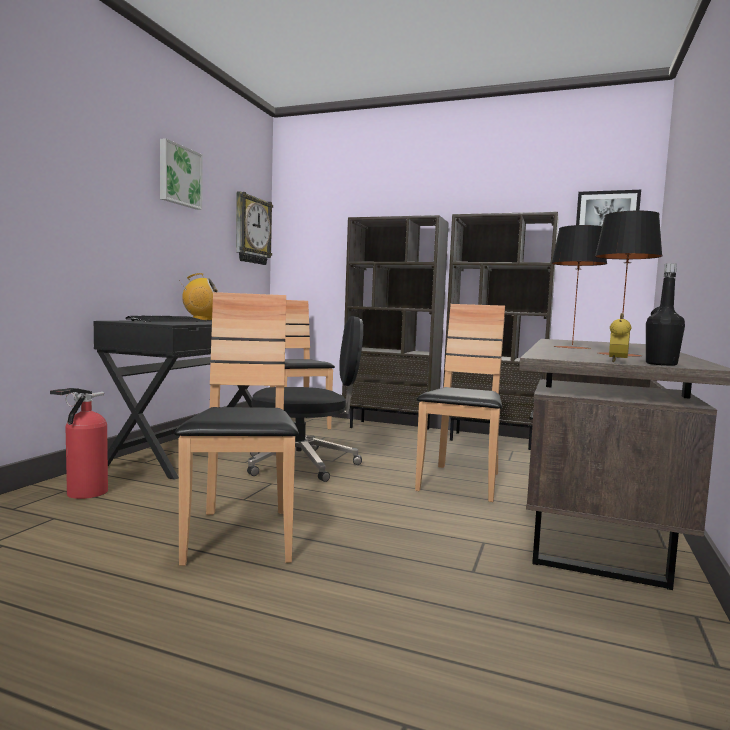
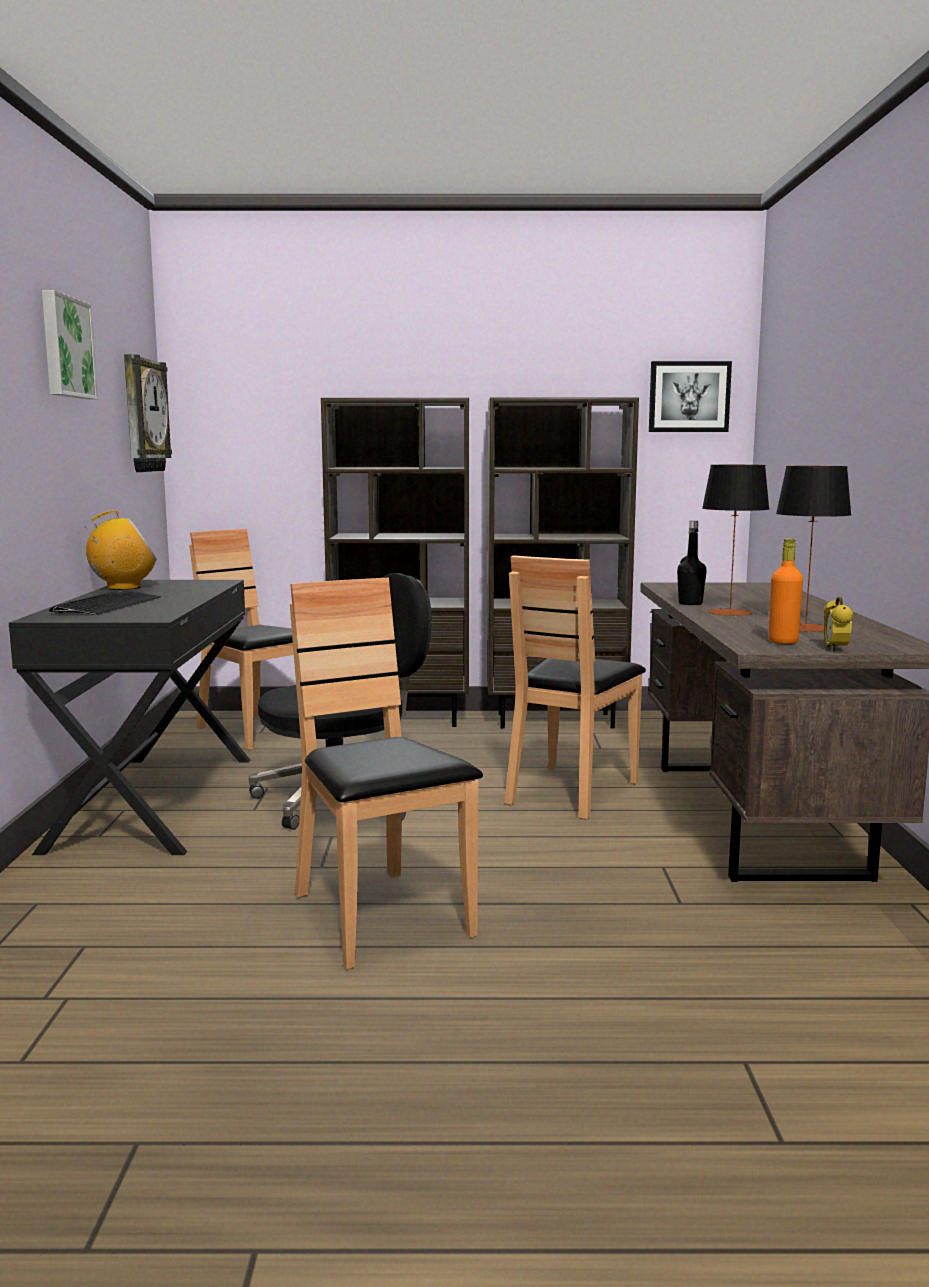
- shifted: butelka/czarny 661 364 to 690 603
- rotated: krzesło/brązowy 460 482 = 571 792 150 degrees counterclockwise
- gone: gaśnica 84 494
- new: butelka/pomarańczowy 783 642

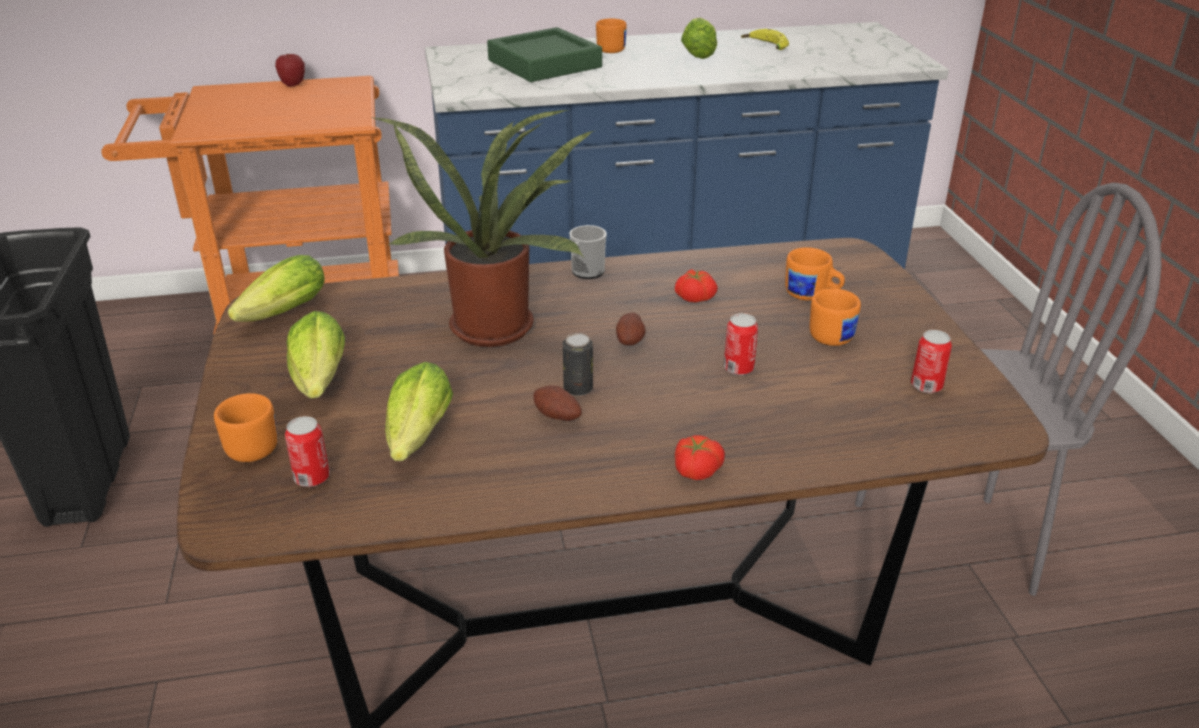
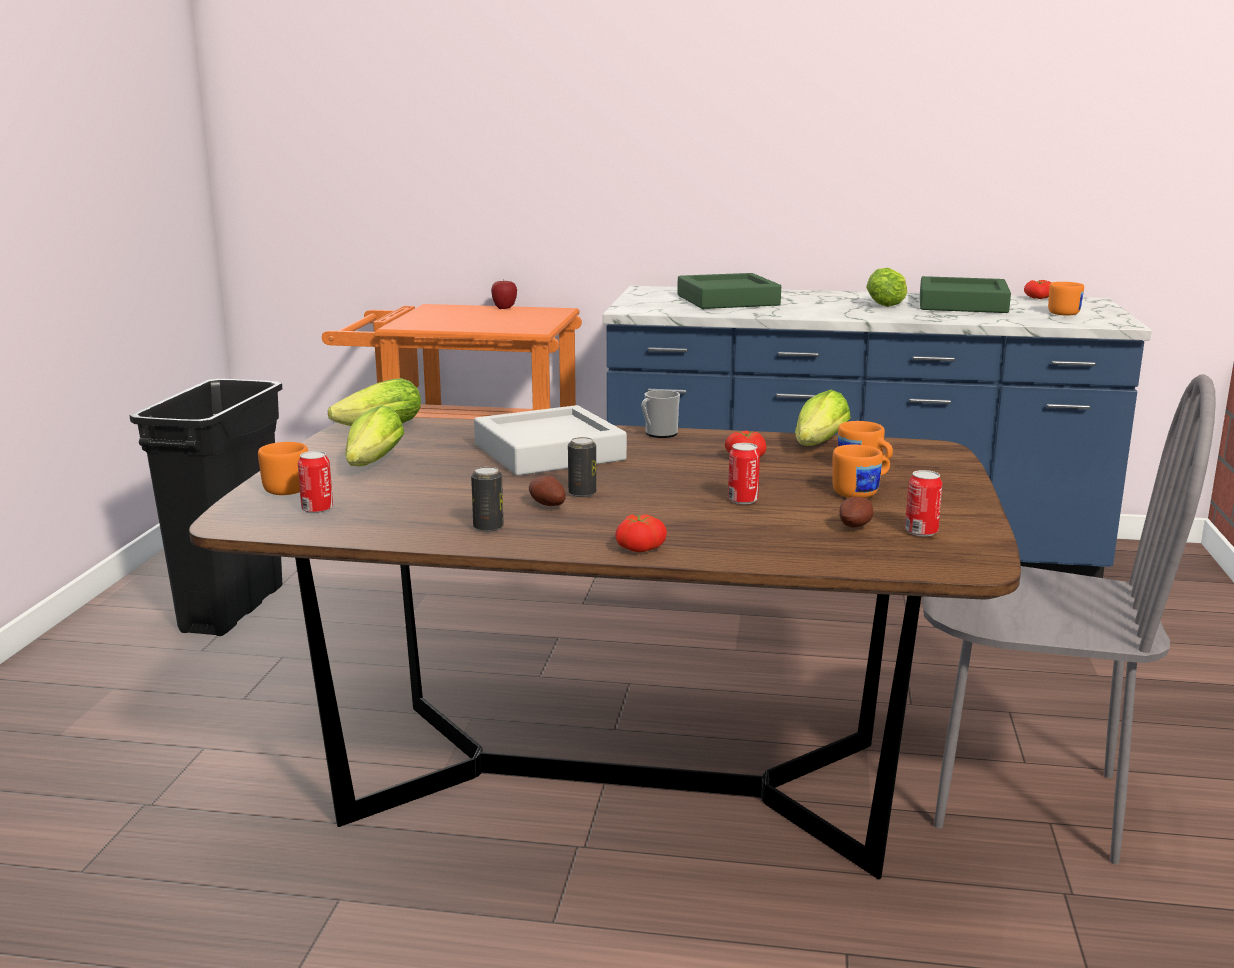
- shifted: kubek/pomarańczowy 610 49 to 1063 313
- swapped: banan 765 47 to taca/zielony 962 304
- swapped: roślina doniczkowa 497 324 to taca/szary 549 452
- shifted: ziemniak 630 341 to 856 526
- shifted: sałata 416 440 to 817 446
- new: pomidor 1038 299
- new: puszka 488 527

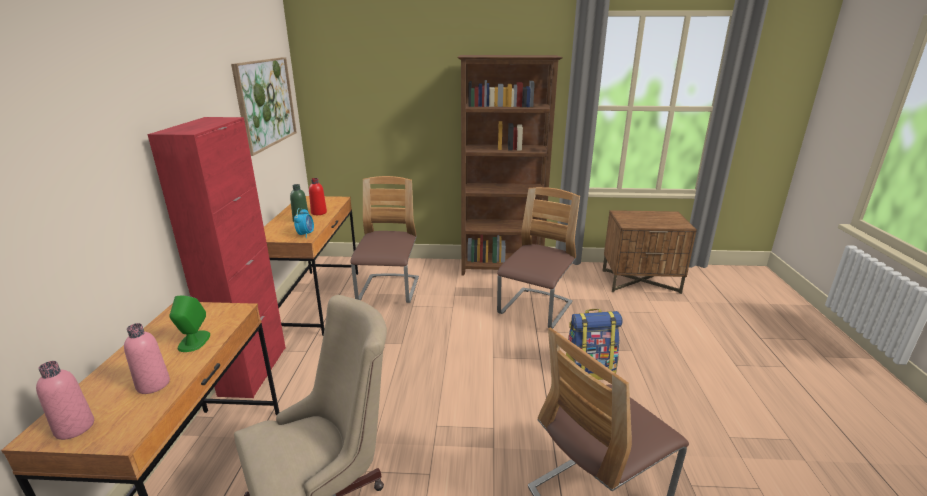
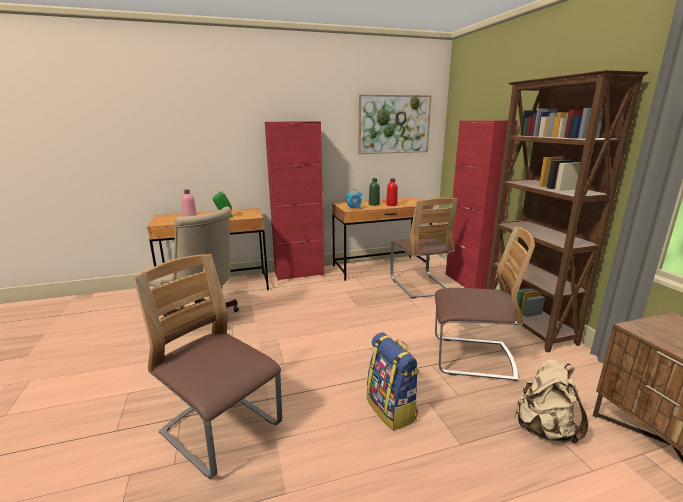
- rotated: krzesło 389 290 = 419 285 90 degrees clockwise
- gone: butelka/różowy 74 427
- new: szafka/czerwony 468 282
- new: plecak/beżowy 544 429

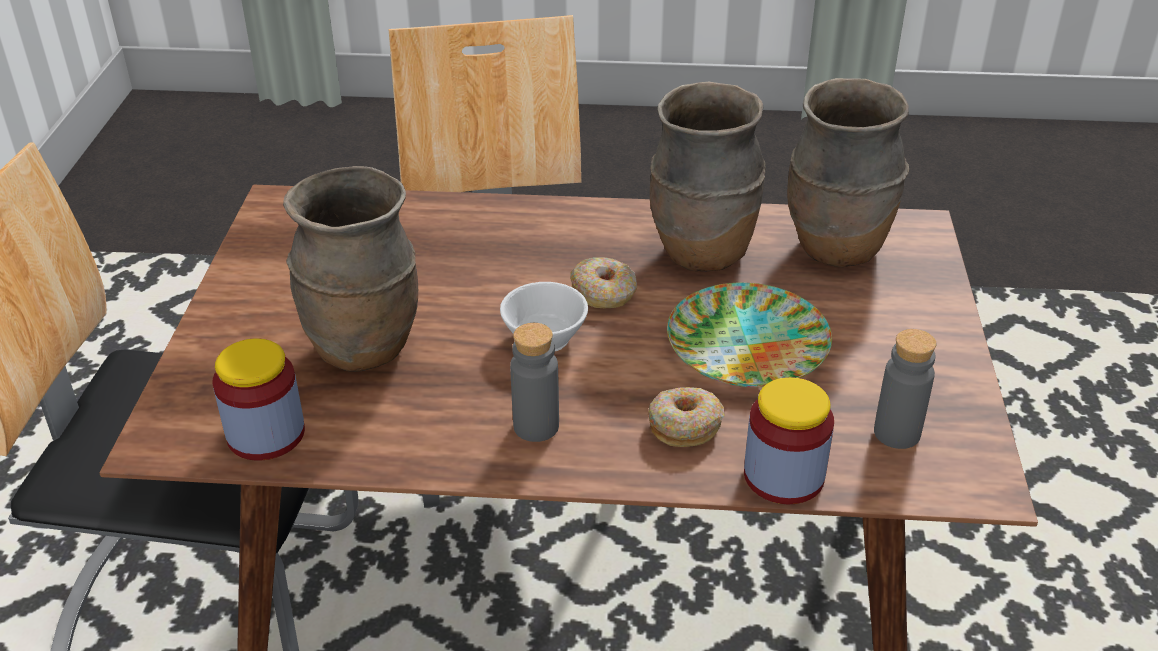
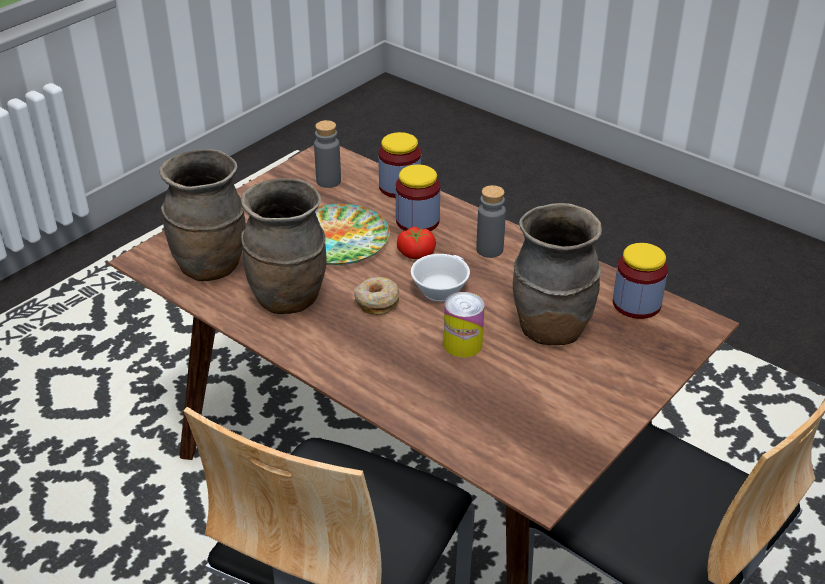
- swapped: donut 684 425 to słoik 417 221
- new: pomidor 416 253
- new: puszka 463 344

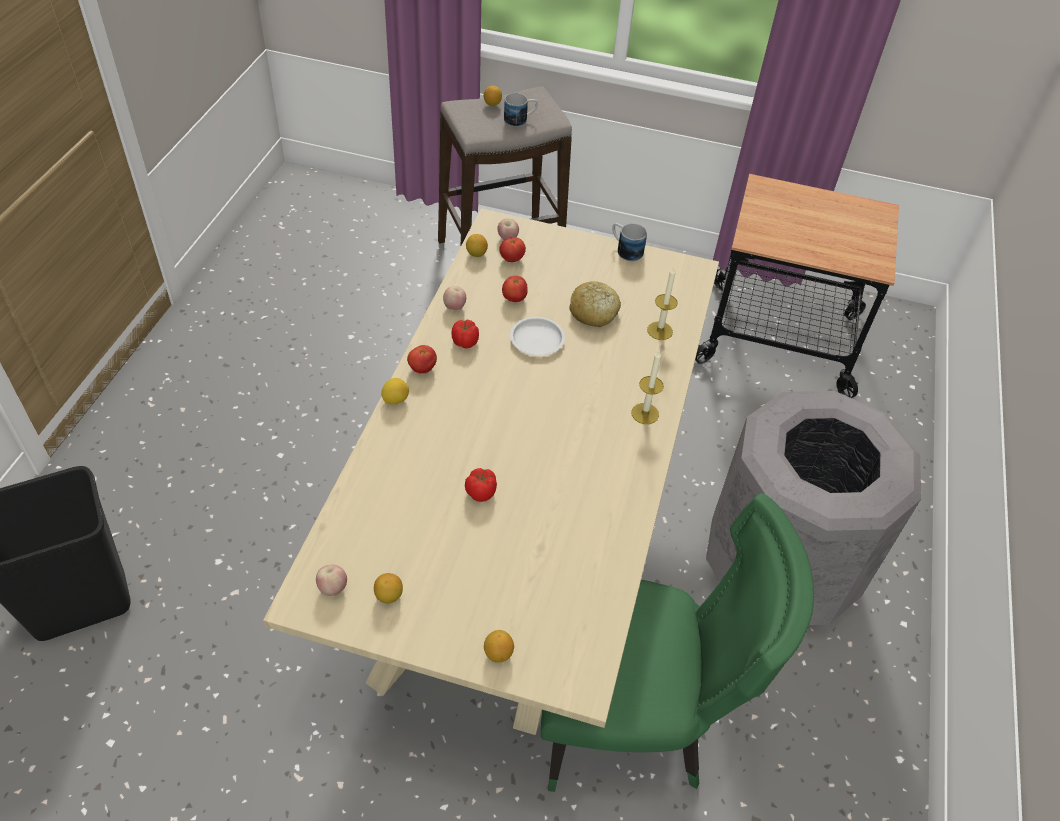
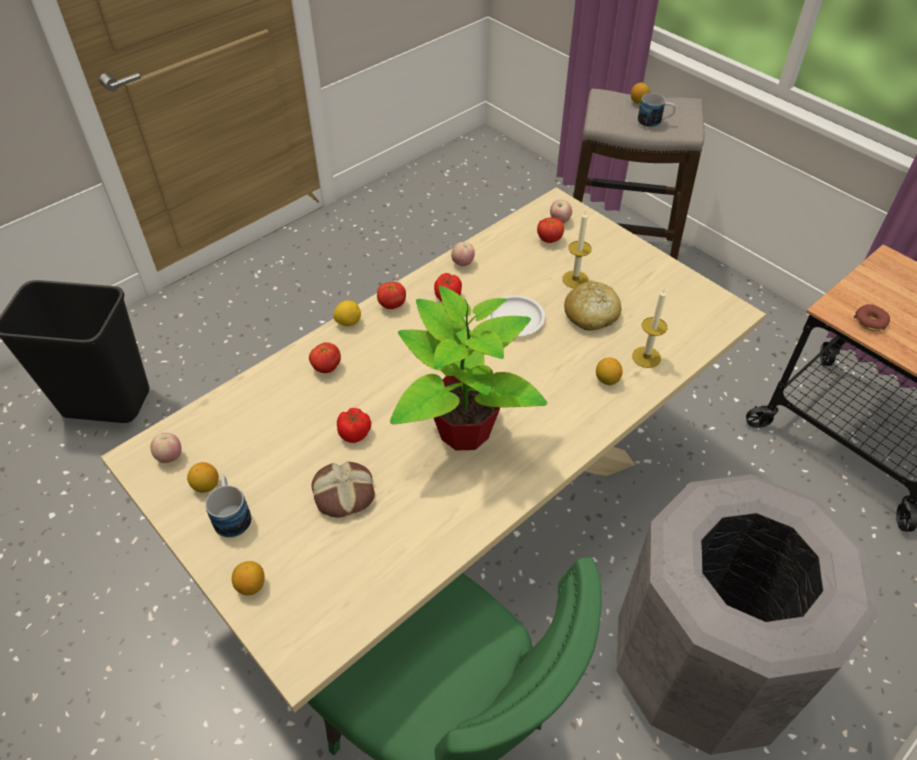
- shifted: kubek 625 250 to 232 514
- shifted: cytryna 476 254 to 607 380
- shifted: pomidor 514 298 to 326 367
- shifted: świeca 645 413 to 575 279
- new: roślina doniczkowa 462 430
- new: donut 870 322
- new: chleb 343 495

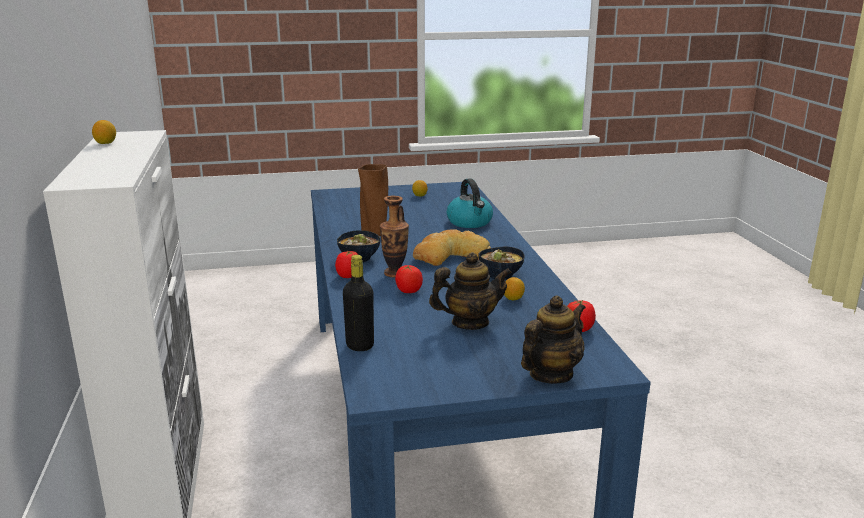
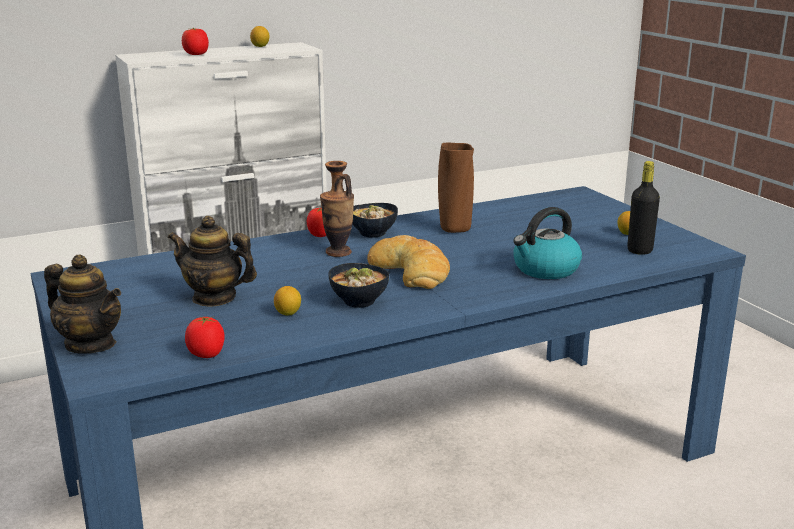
- rotated: imbryk 470 323 = 214 298 135 degrees clockwise
- shifted: butelka/czarny 360 345 to 639 250
- shifted: pomidor 408 291 to 196 54

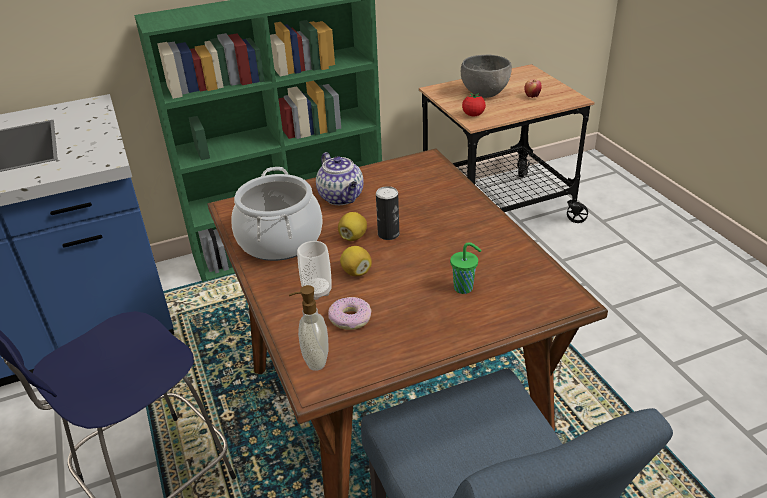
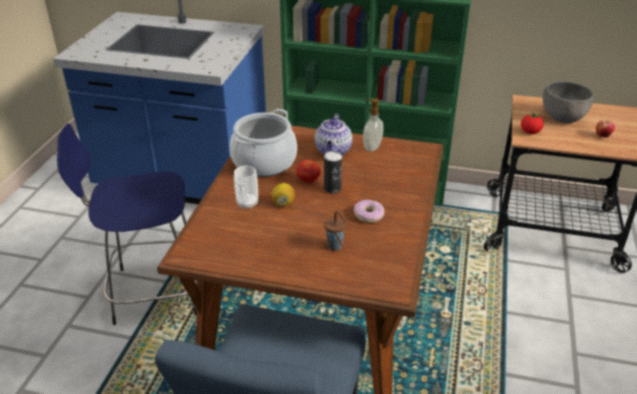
- swapped: cytryna 353 237 to pomidor 308 180
- repainted: filiżanka/zielony 464 288 to filiżanka/brązowy 335 246
- shifted: dozownik mydła 314 360 to 371 147
- shifted: donut 350 318 to 368 215

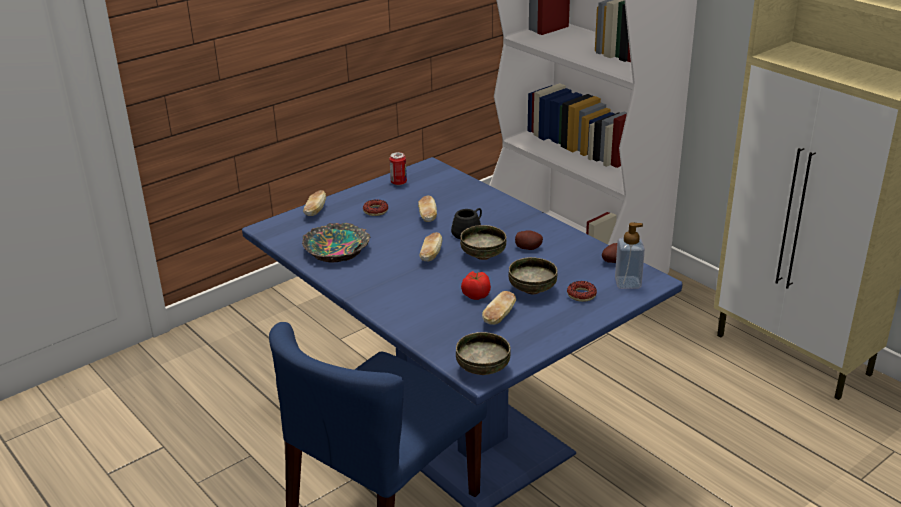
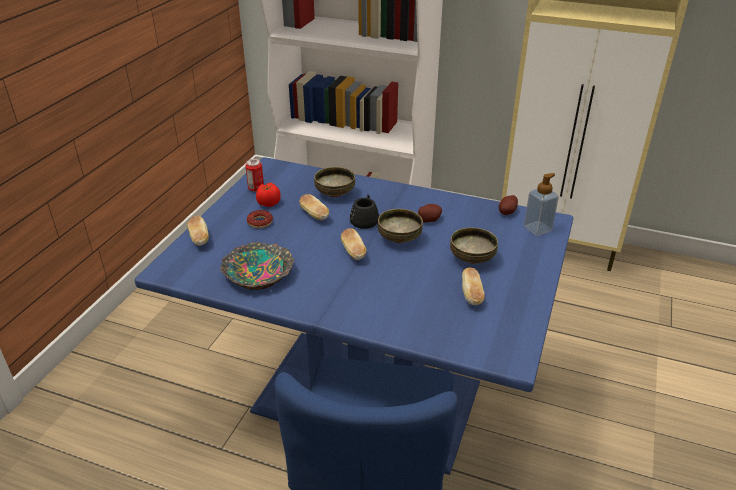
- shifted: pomidor 475 295 to 268 203
- gone: donut 581 295
- shifted: miska 482 369 to 334 194

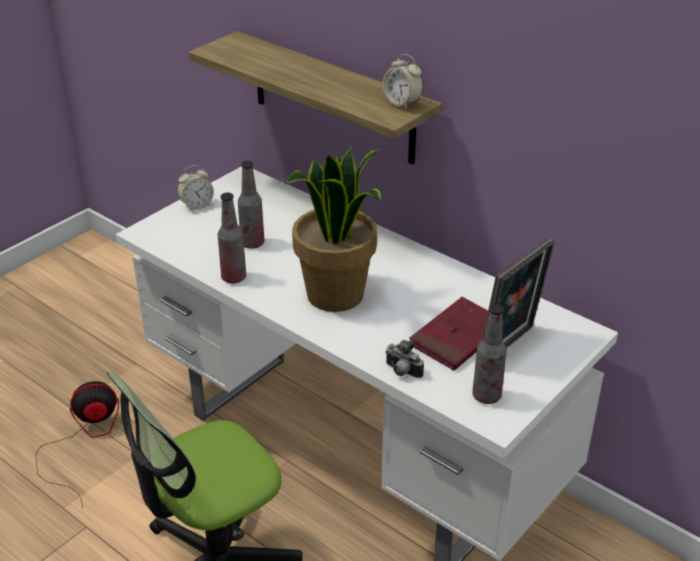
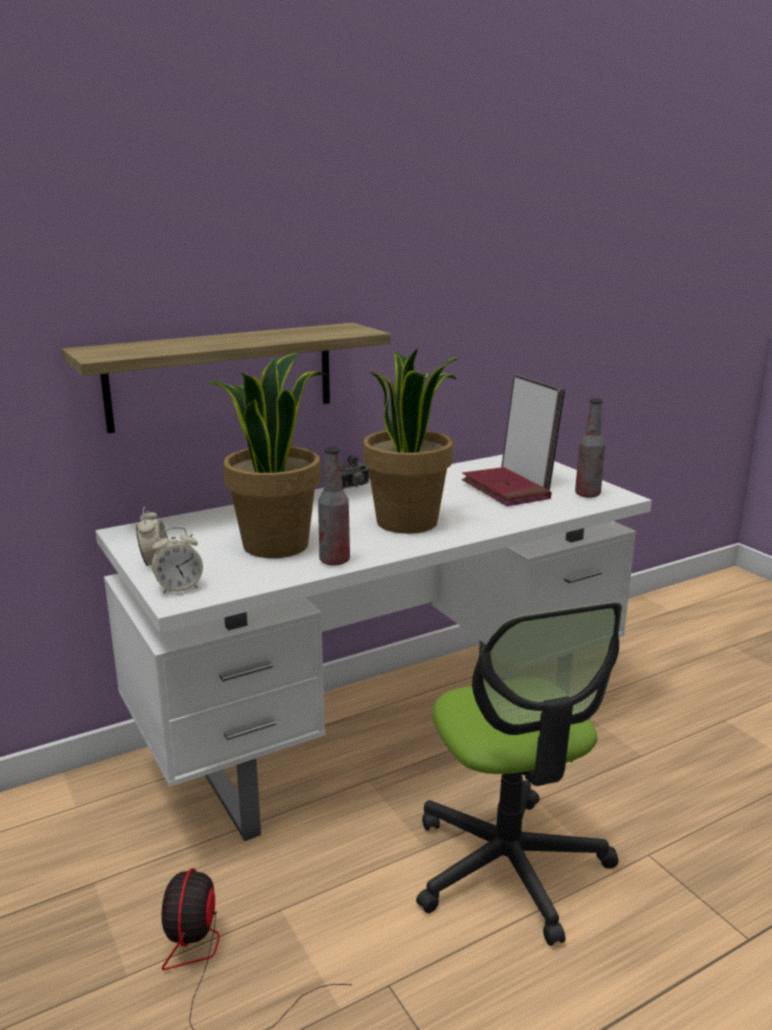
- shifted: budzik 402 103 to 179 588
- swapped: butelka 252 243 to roślina doniczkowa 275 544
- shifted: aparat fotograficzny 402 372 to 354 487

